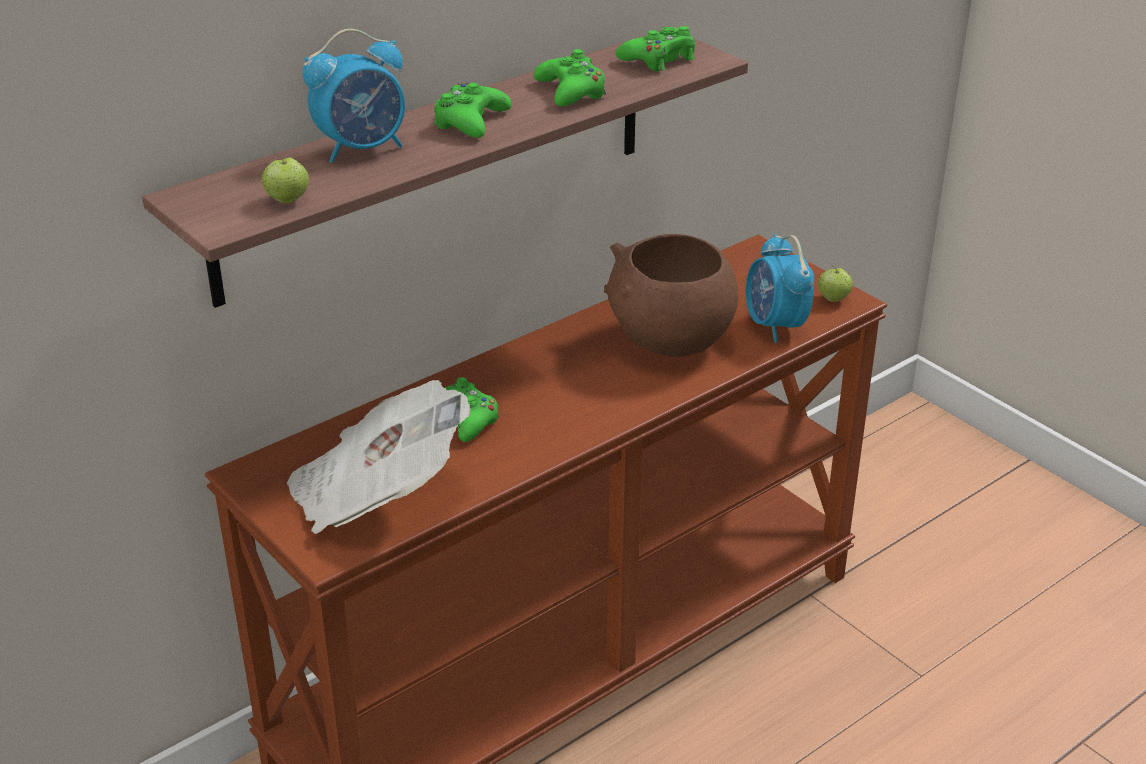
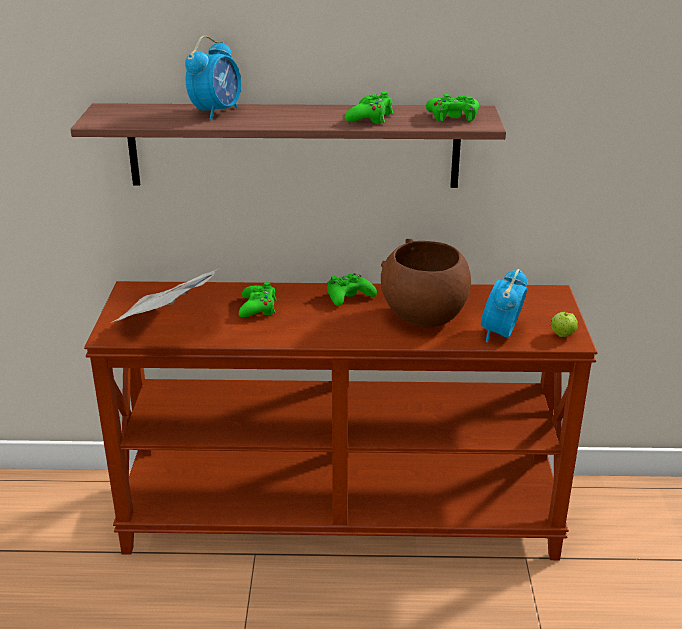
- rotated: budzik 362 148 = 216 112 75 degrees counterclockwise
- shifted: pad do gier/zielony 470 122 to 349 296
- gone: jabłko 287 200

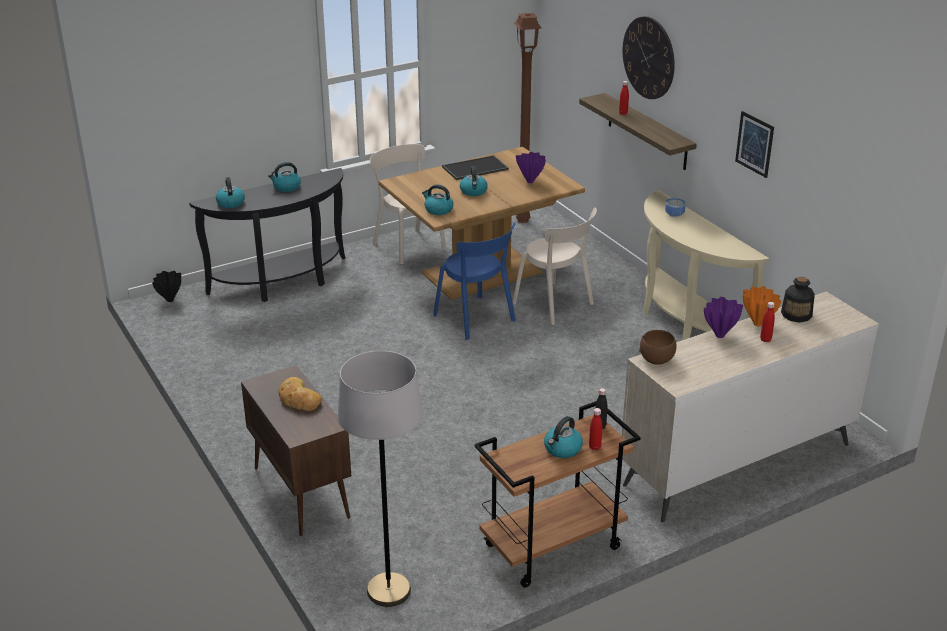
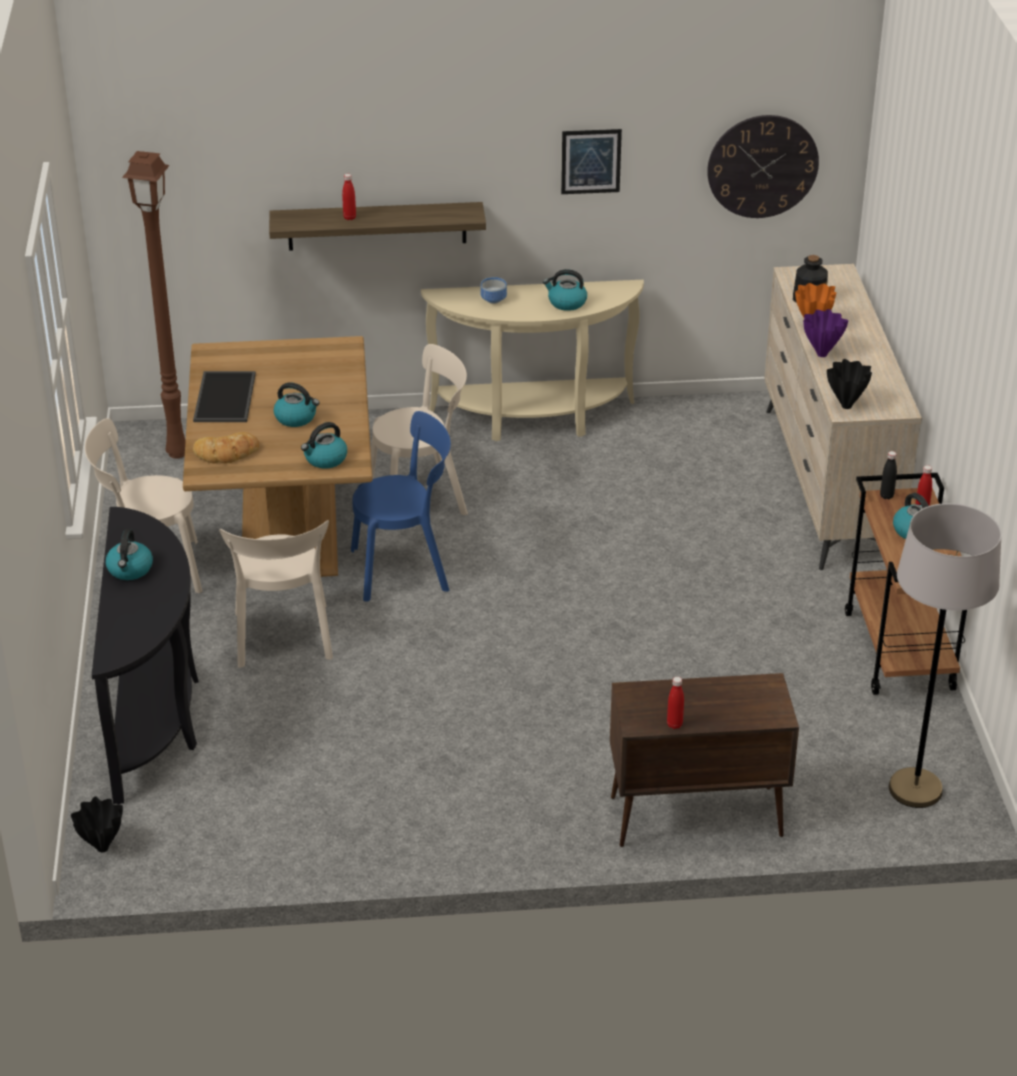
- shifted: zegar ścienny 648 57 to 762 166
- gone: wazon/fioletowy 530 181
- shifted: czajnik 230 202 to 566 303
- shifted: butelka/czerwony 765 339 to 674 724
- swapped: miska/brązowy 657 360 to wazon/czarny 846 405
- shifted: chleb 298 399 to 227 453
- new: krzesło/beżowy 283 639

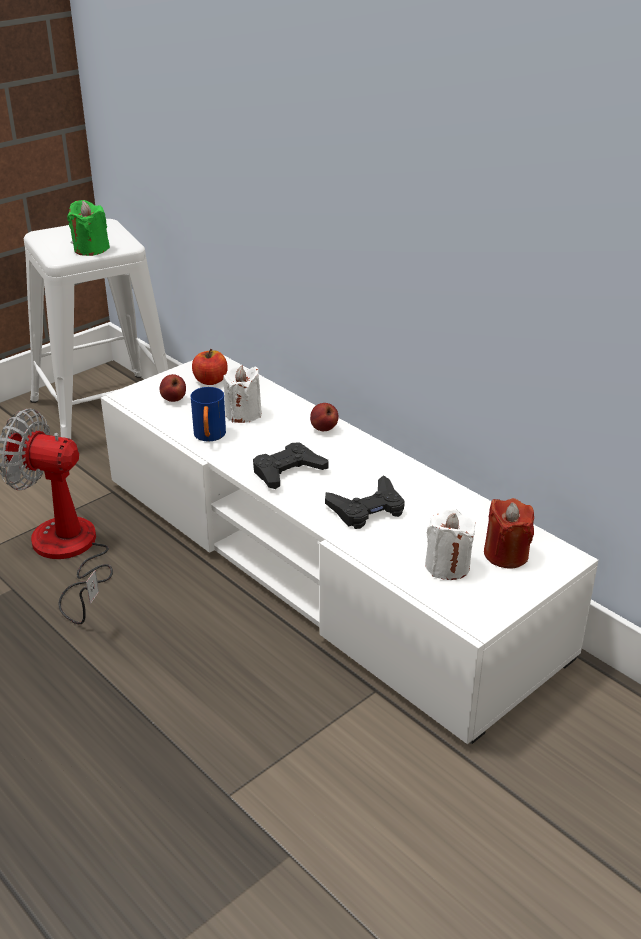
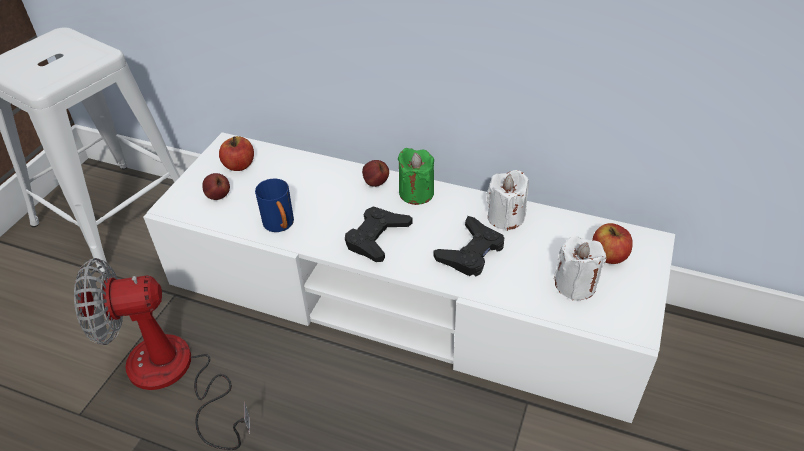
- shifted: świeca/zielony 91 249 to 416 193
- shifted: świeca/biały 243 414 to 505 217
- swapped: świeca/czerwony 506 554 to jabłko 609 255

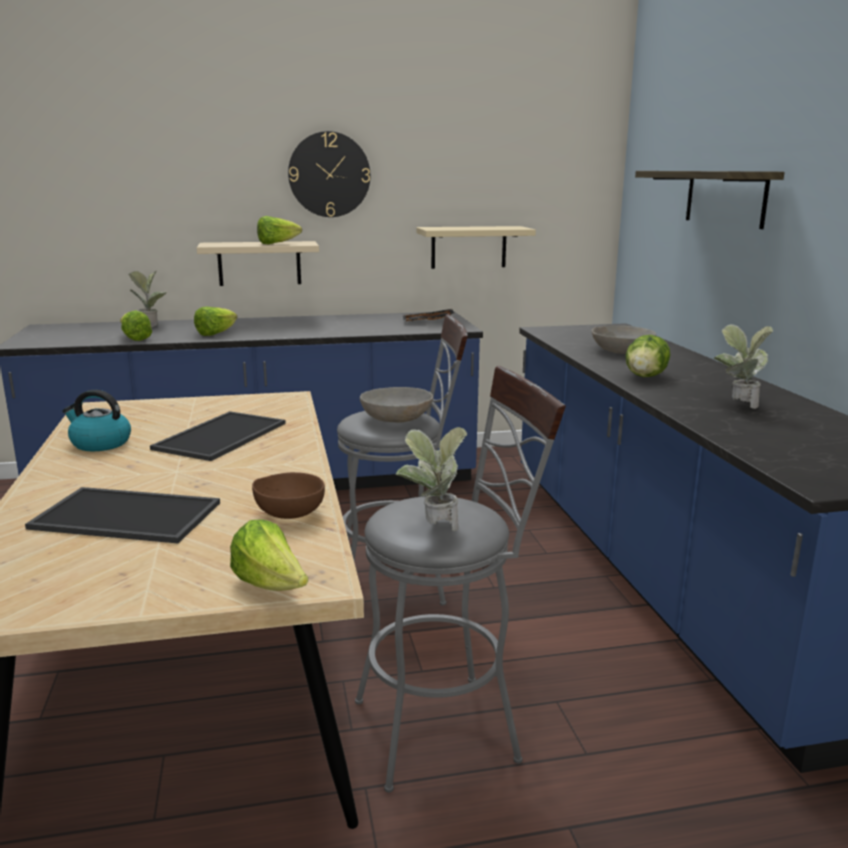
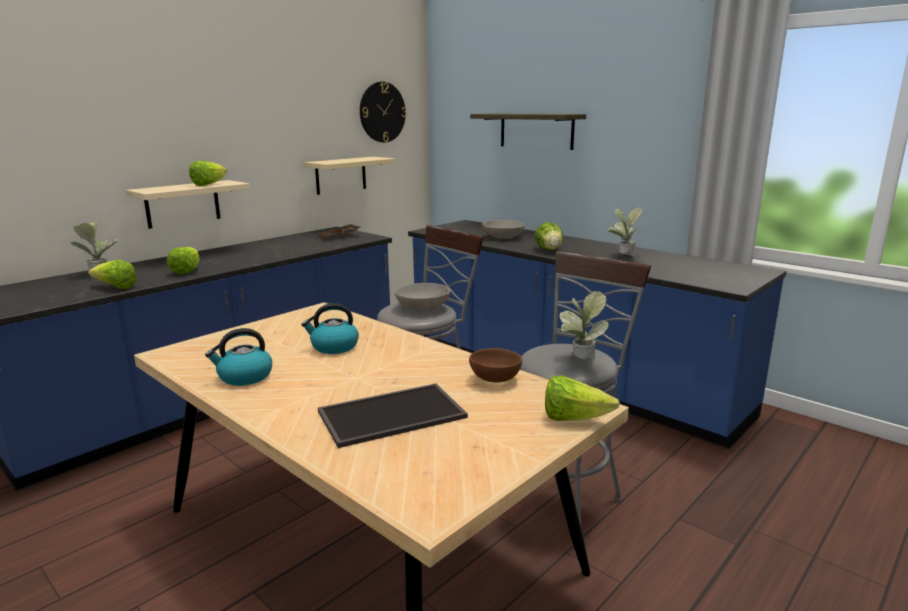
- shifted: zegar ścienny 329 174 to 382 112
- swapped: taca 222 436 to czajnik 334 347

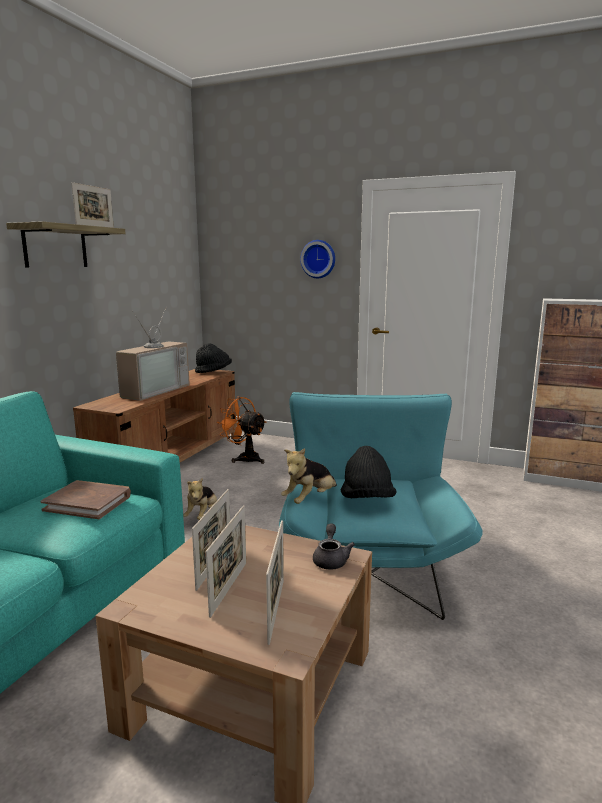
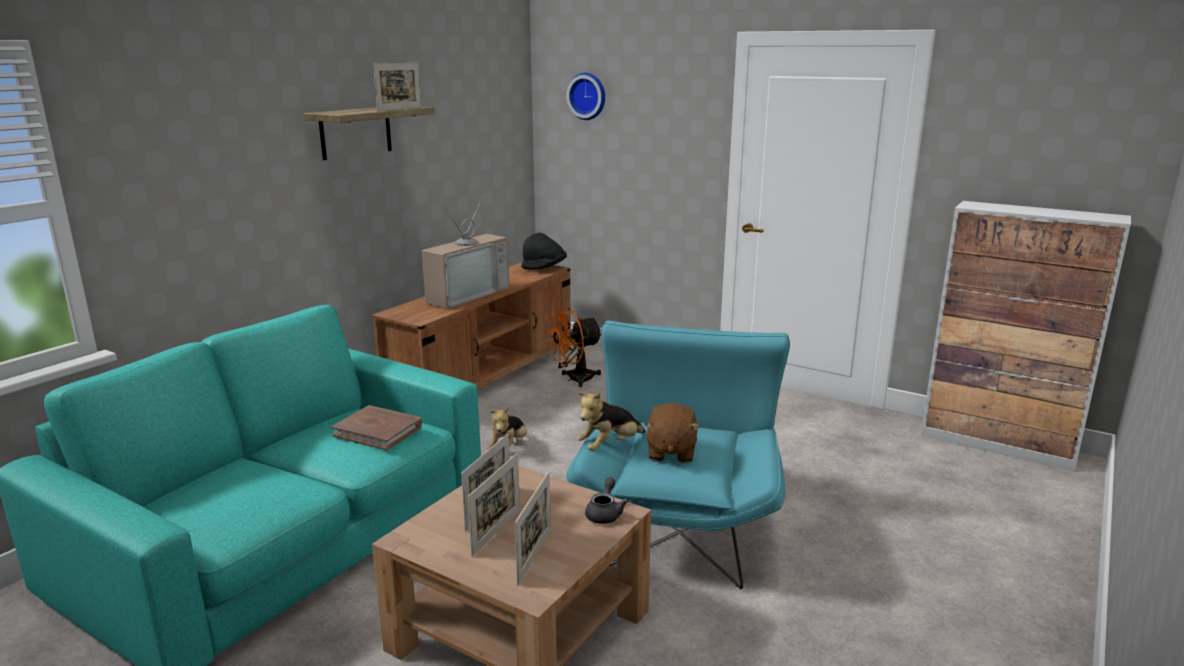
- shifted: zegar ścienny 318 259 to 588 96
- rotated: wentylator/pomarańczowy 245 458 = 574 379 75 degrees counterclockwise
- swapped: kapelusz/czarny 367 500 to pluszak/brązowy 670 452

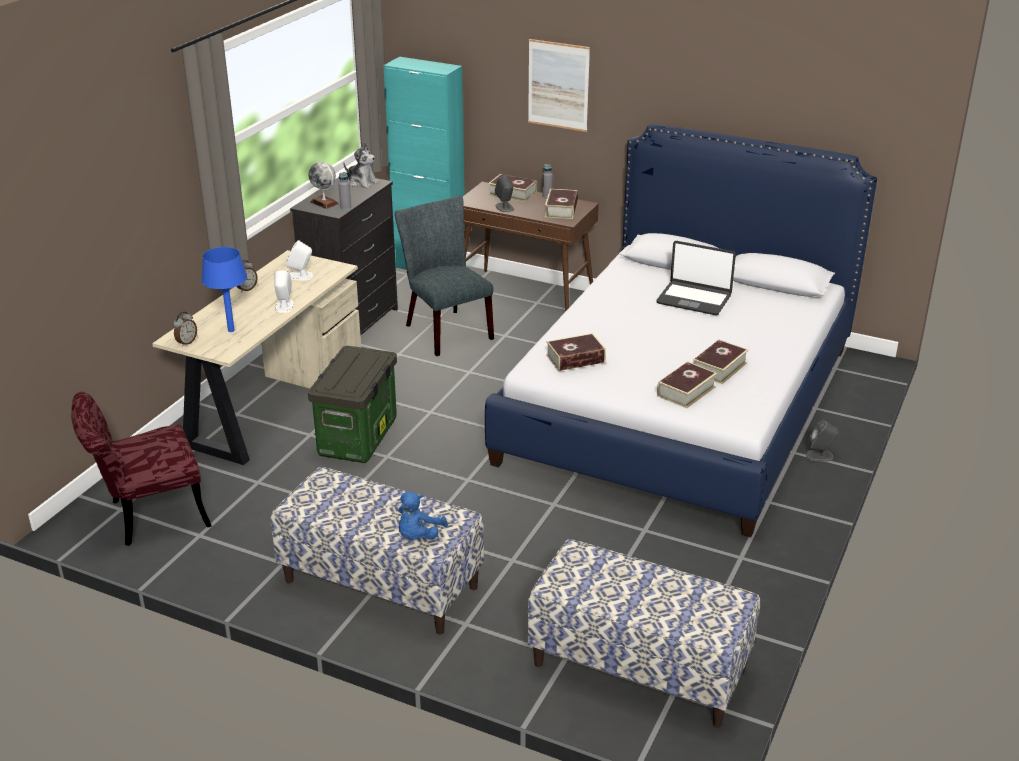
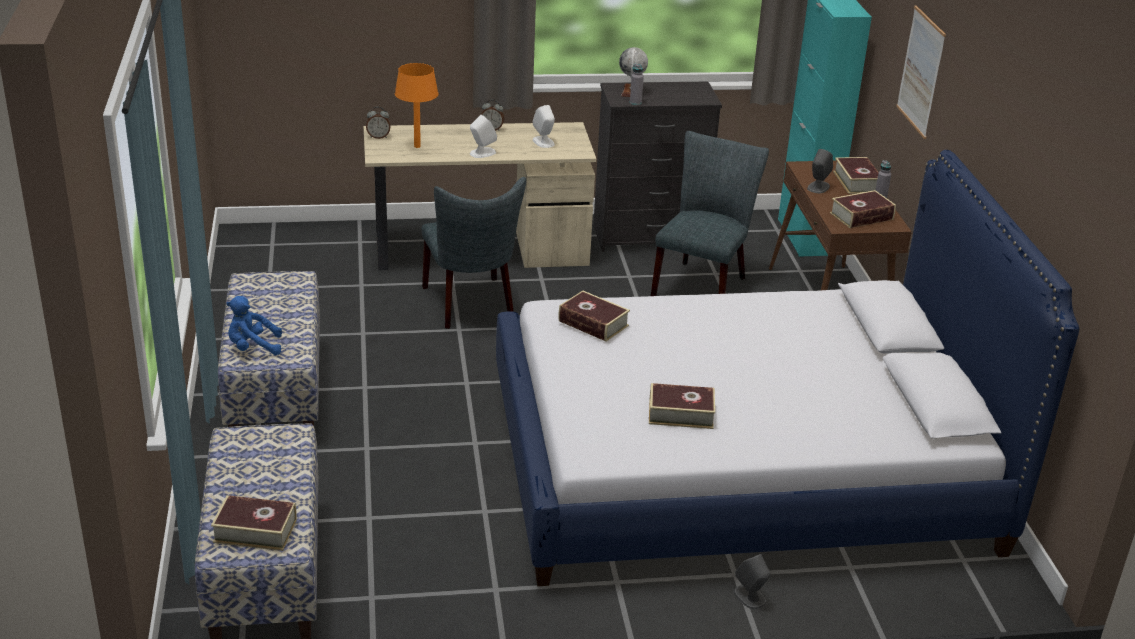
- gone: pluszak 362 182
- gone: laptop 694 299
- repainted: lampa stołowa/niebieski 230 330 to lampa stołowa/pomarańczowy 417 146
- swapped: pojemnik do przechowywania 358 438 to krzesło/szary 471 306
- shifted: książka 686 391 to 255 531
- gone: krzesło/czerwony 148 516

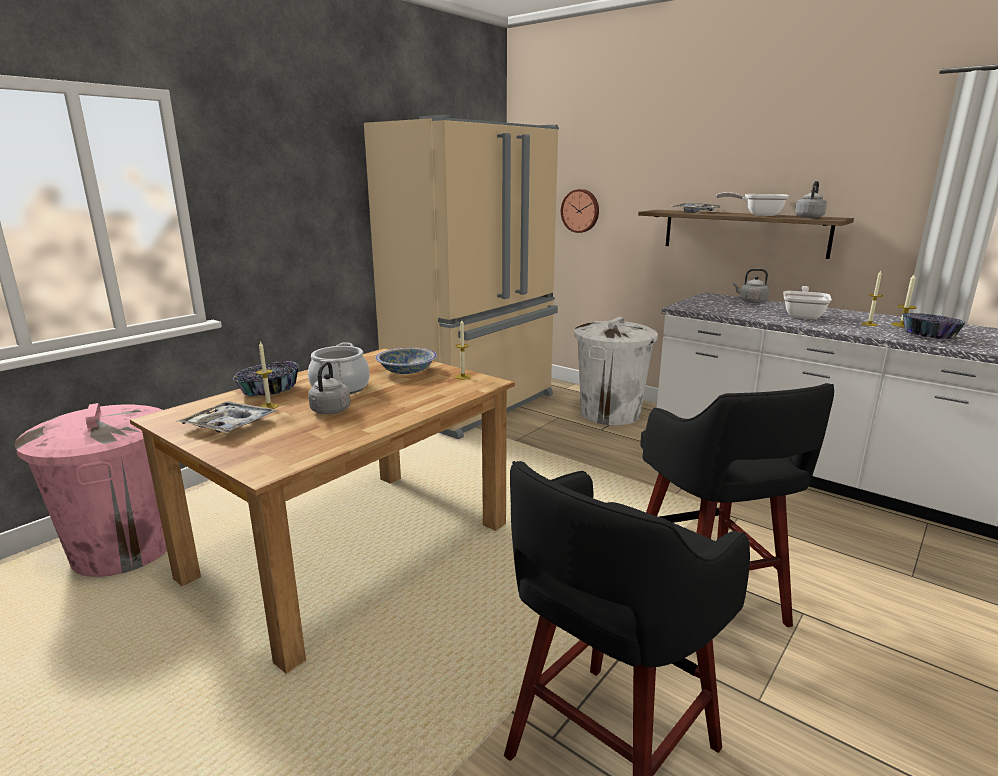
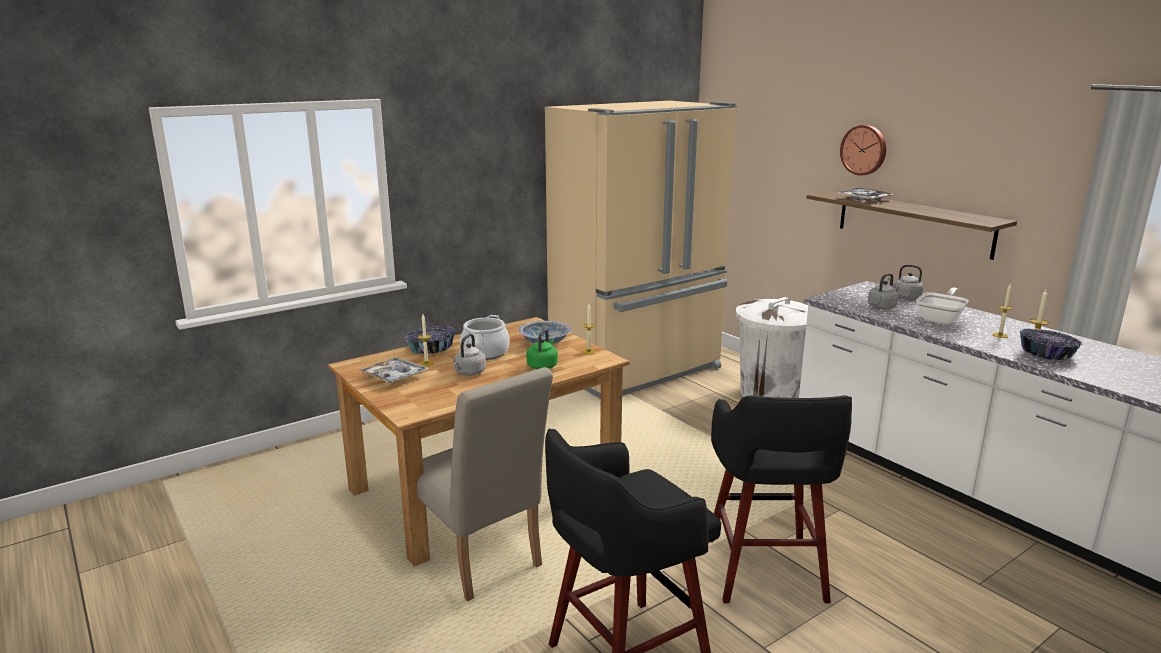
- shifted: czajnik/szary 809 217 to 882 306
- shifted: zegar ścienny 580 211 to 864 150
- gone: patelnia 757 215
- gone: kosz na śmieci/różowy 125 549
- new: czajnik/zielony 543 365
- new: krzesło/beżowy 481 562

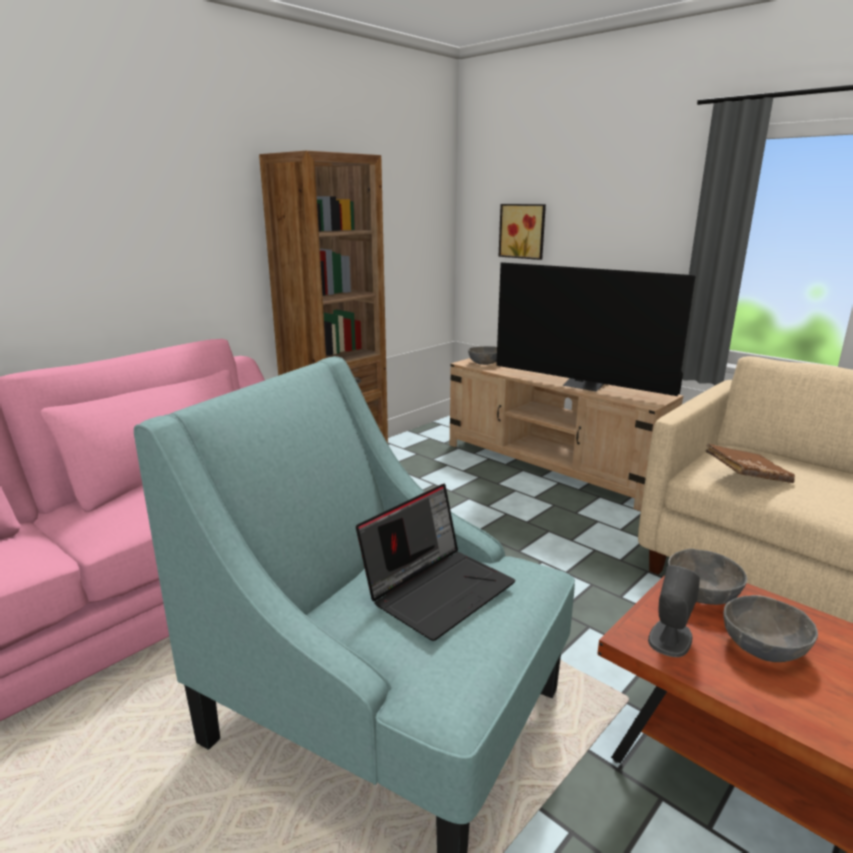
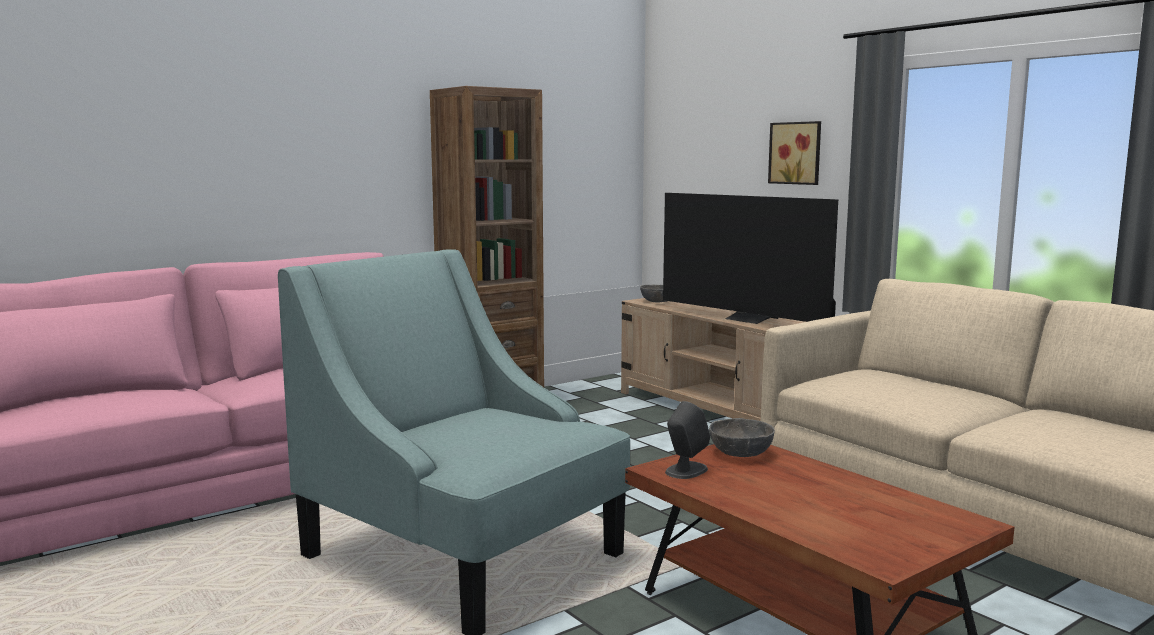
- shifted: obraz 523 231 to 796 153
- gone: książka/brązowy 746 476
- gone: laptop 438 589
- gone: miska/szary 763 647

